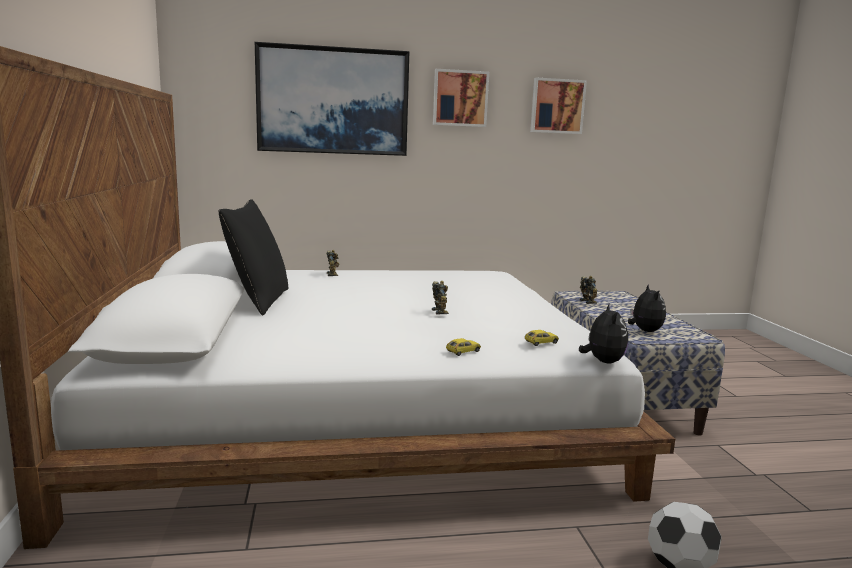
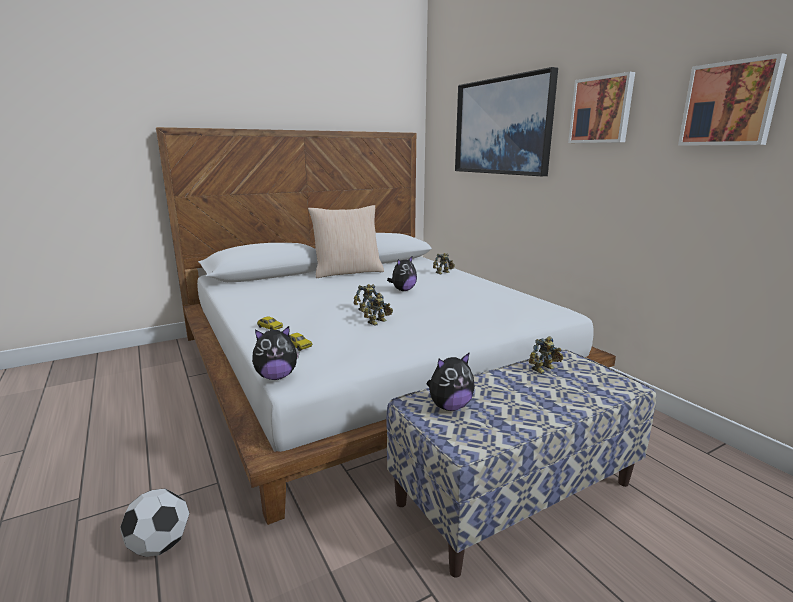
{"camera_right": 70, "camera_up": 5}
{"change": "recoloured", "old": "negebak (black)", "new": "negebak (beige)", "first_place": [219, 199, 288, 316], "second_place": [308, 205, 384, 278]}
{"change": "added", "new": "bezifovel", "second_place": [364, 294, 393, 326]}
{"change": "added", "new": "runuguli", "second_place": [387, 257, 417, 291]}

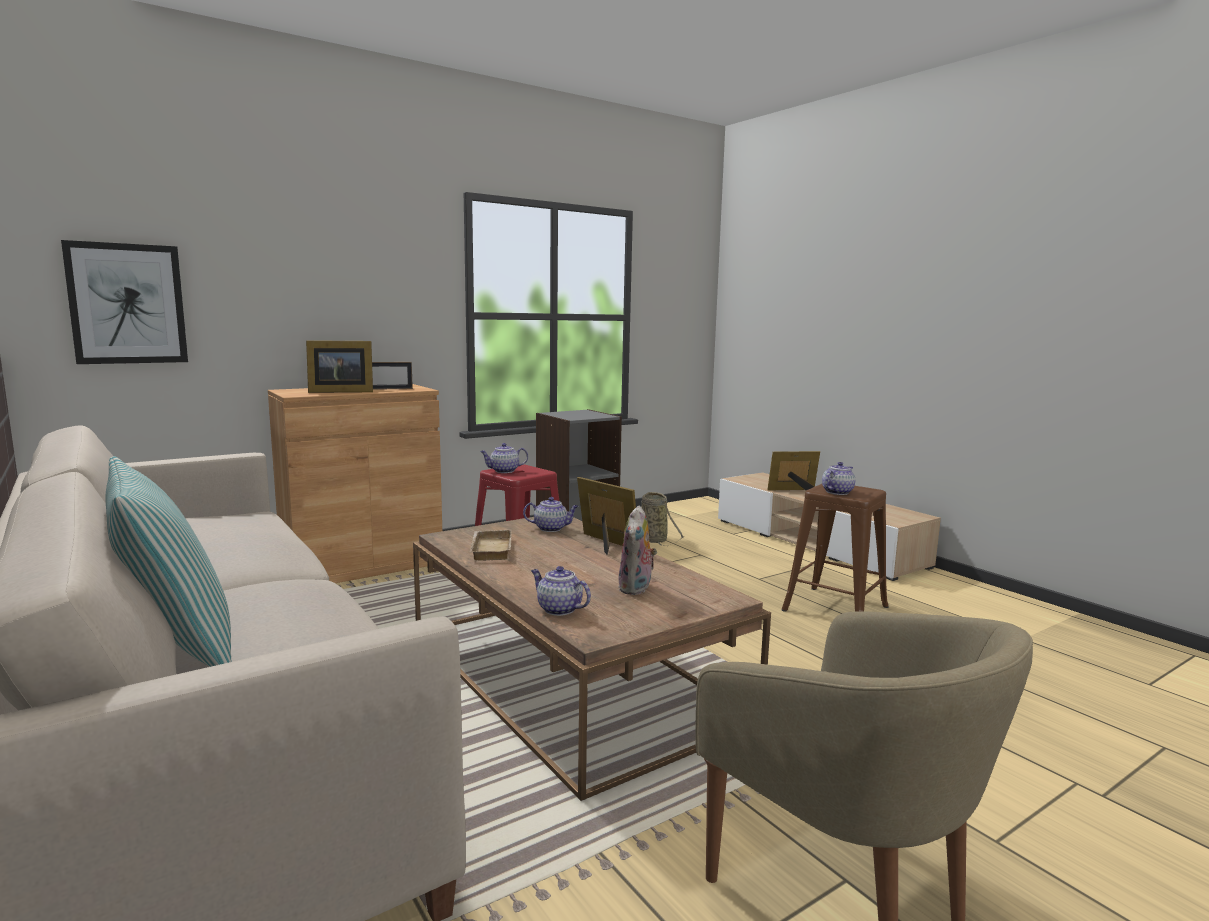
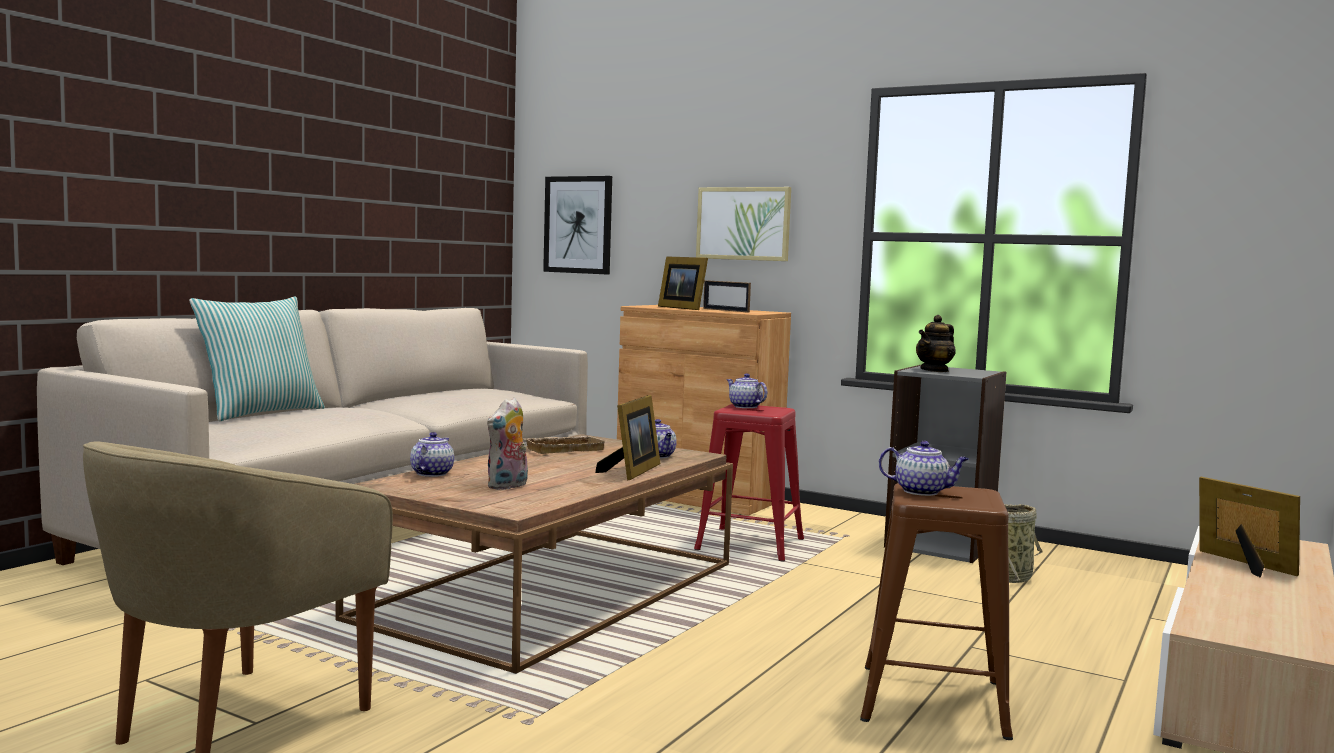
{"camera_right": 65, "camera_up": -5}
{"change": "turned", "old": "runuguli", "first_place": [618, 505, 657, 595], "second_place": [487, 398, 528, 490], "degrees": -45}
{"change": "added", "new": "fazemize", "second_place": [696, 187, 791, 261]}
{"change": "added", "new": "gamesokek", "second_place": [916, 315, 956, 372]}

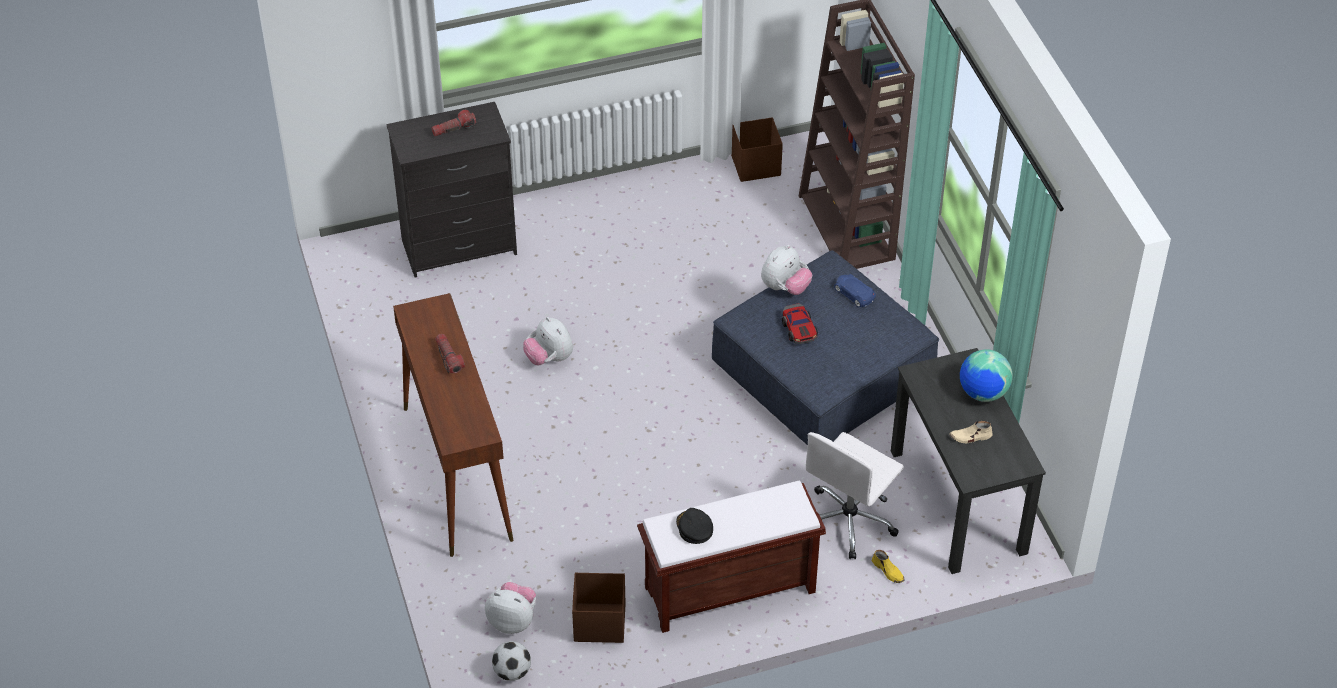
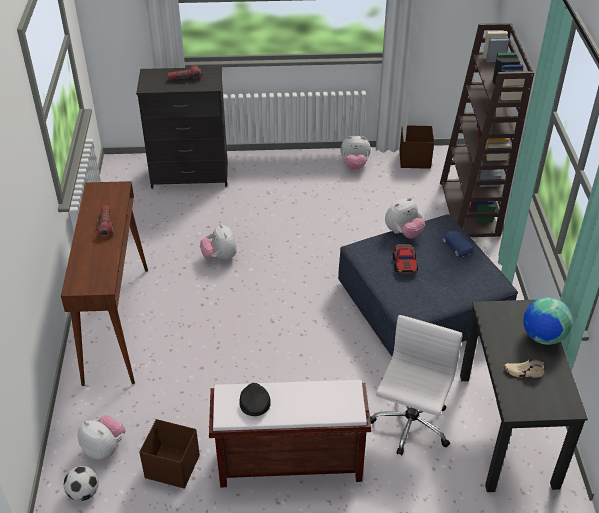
{"camera_right": 15, "camera_up": -5}
{"change": "added", "new": "runuguli", "second_place": [341, 136, 371, 170]}
{"change": "turned", "old": "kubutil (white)", "first_place": [806, 432, 904, 559], "second_place": [370, 315, 463, 456], "degrees": 150}
{"change": "removed", "old": "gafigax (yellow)", "first_place": [872, 550, 905, 583]}

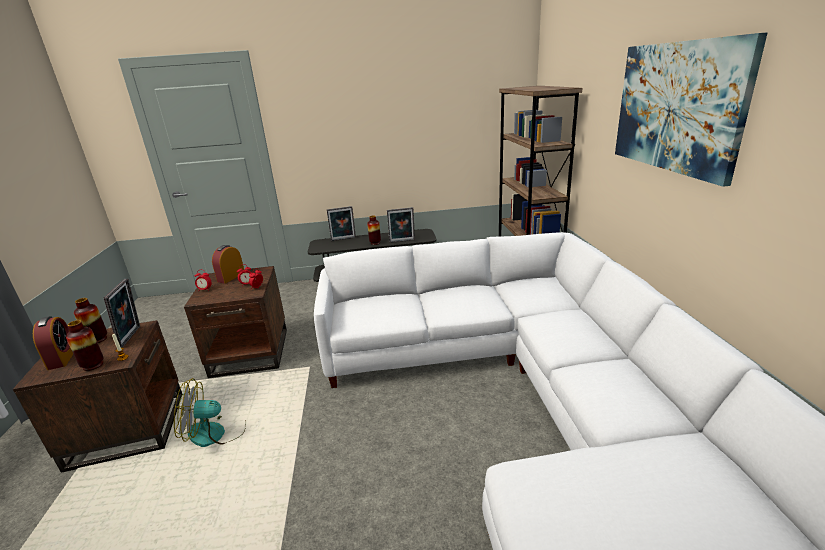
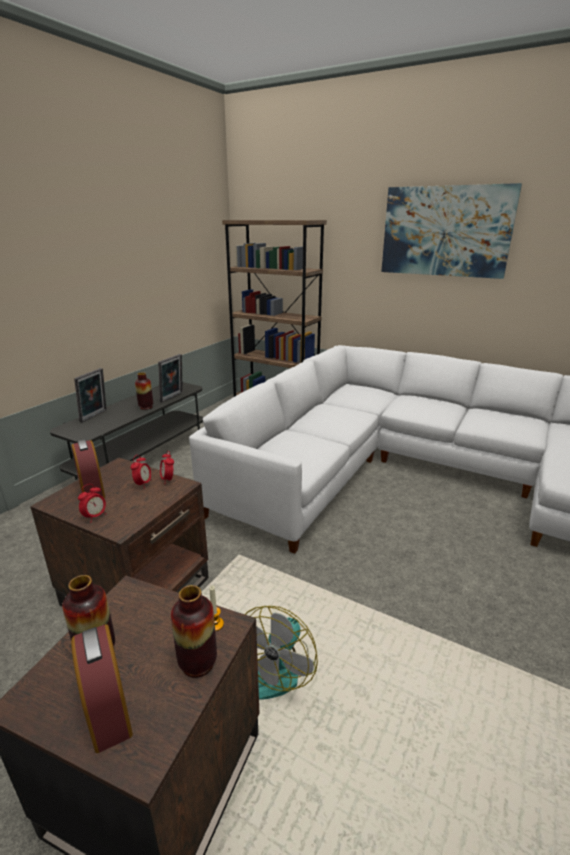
{"camera_right": -55, "camera_up": 0}
{"change": "turned", "old": "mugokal", "first_place": [33, 316, 73, 370], "second_place": [71, 624, 133, 753], "degrees": -135}
{"change": "removed", "old": "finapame", "first_place": [104, 279, 140, 348]}

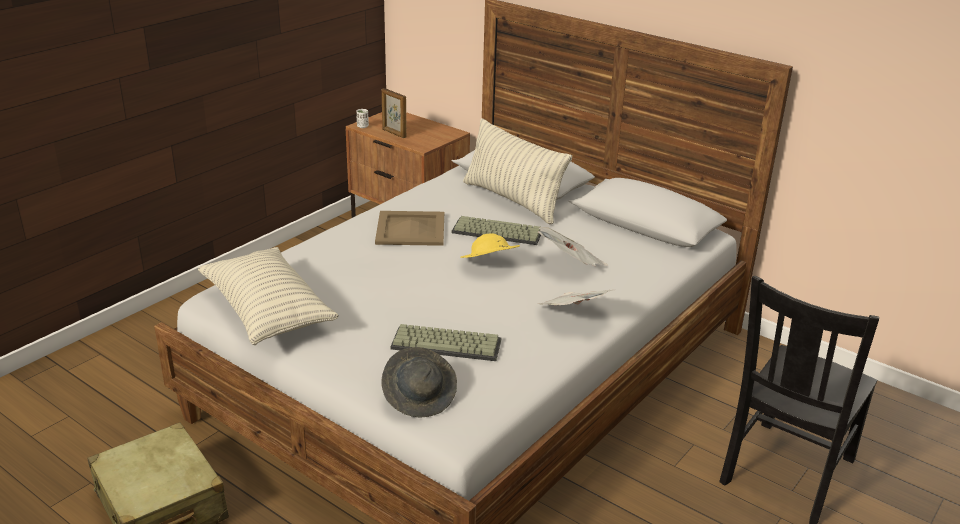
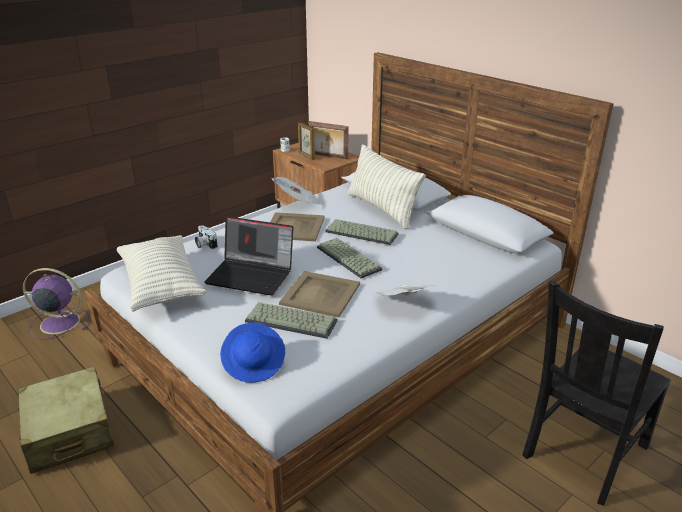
{"camera_right": 10, "camera_up": 0}
{"change": "added", "new": "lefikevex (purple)", "second_place": [23, 268, 89, 340]}
{"change": "added", "new": "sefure", "second_place": [195, 225, 218, 249]}
{"change": "added", "new": "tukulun", "second_place": [204, 216, 293, 296]}
{"change": "recoloured", "old": "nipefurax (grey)", "new": "nipefurax (blue)", "first_place": [382, 347, 457, 418], "second_place": [220, 323, 285, 383]}
{"change": "moved", "old": "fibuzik", "first_place": [538, 227, 608, 266], "second_place": [271, 177, 322, 204]}
{"change": "added", "new": "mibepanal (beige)", "second_place": [279, 271, 360, 317]}
{"change": "added", "new": "finapame", "second_place": [309, 121, 348, 159]}
{"change": "replaced", "old": "nipefurax (yellow)", "new": "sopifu", "first_place": [460, 233, 520, 258], "second_place": [317, 238, 382, 278]}

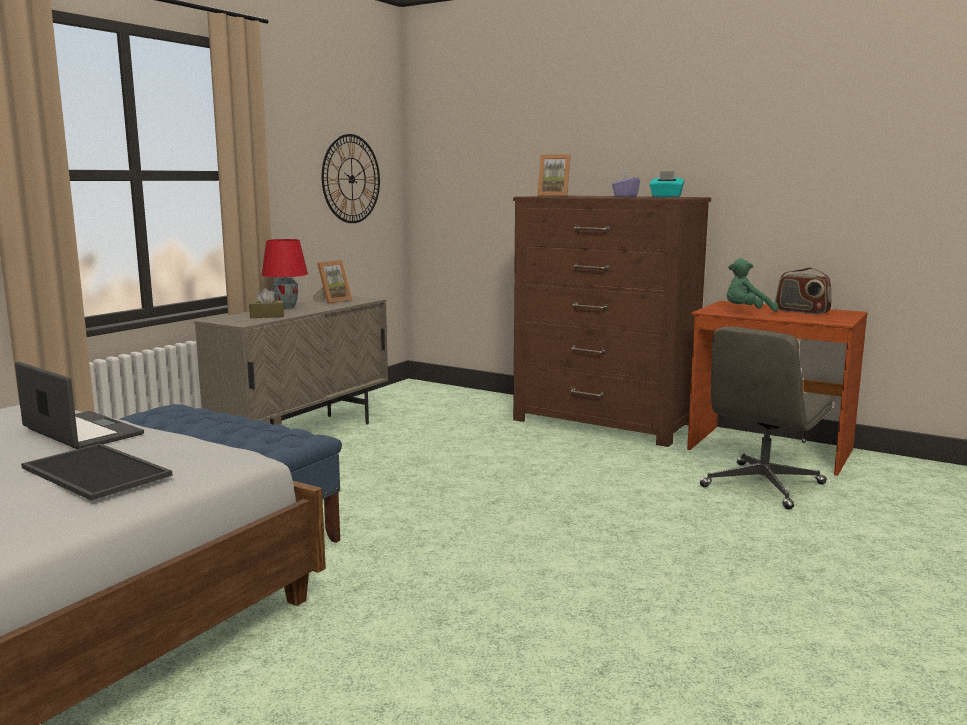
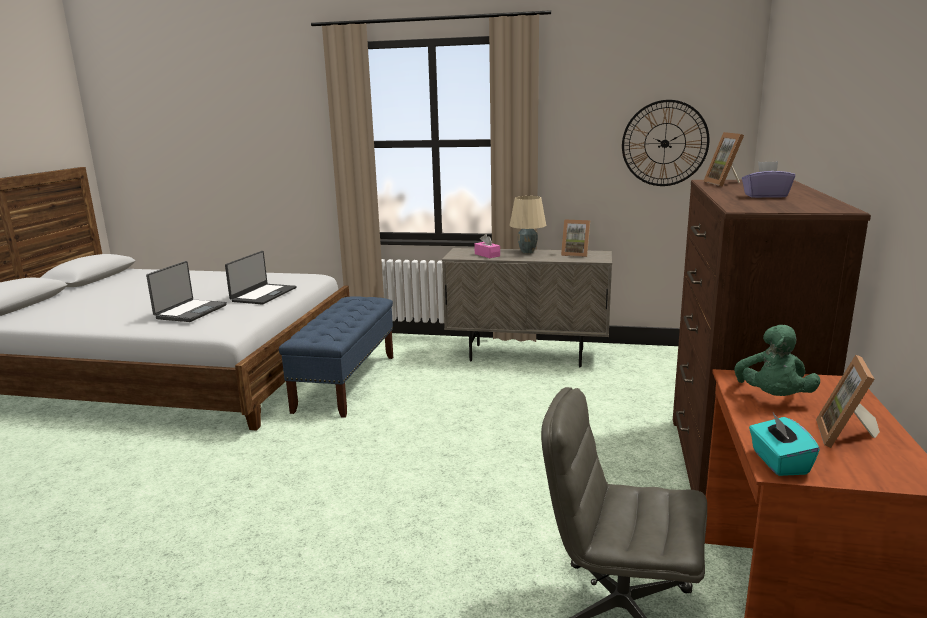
{"camera_right": 70, "camera_up": 5}
{"change": "replaced", "old": "mibepanal", "new": "tukulun", "first_place": [21, 444, 173, 501], "second_place": [146, 261, 227, 322]}
{"change": "recoloured", "old": "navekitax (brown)", "new": "navekitax (pink)", "first_place": [249, 288, 284, 318], "second_place": [474, 234, 500, 258]}
{"change": "recoloured", "old": "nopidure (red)", "new": "nopidure (beige)", "first_place": [262, 239, 308, 309], "second_place": [509, 196, 546, 253]}
{"change": "turned", "old": "runuguli (green)", "first_place": [727, 258, 778, 312], "second_place": [734, 325, 820, 396], "degrees": -135}
{"change": "moved", "old": "navekitax (turquoise)", "first_place": [650, 171, 684, 197], "second_place": [749, 413, 820, 476]}
{"change": "replaced", "old": "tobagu", "new": "finapame", "first_place": [775, 268, 832, 314], "second_place": [816, 355, 880, 448]}

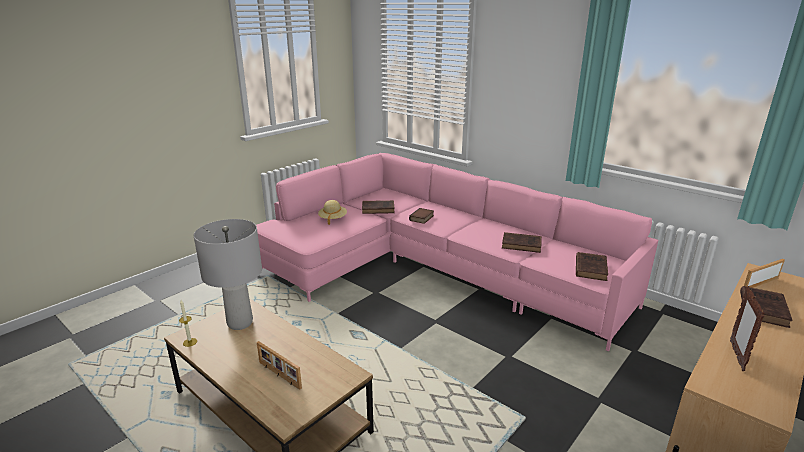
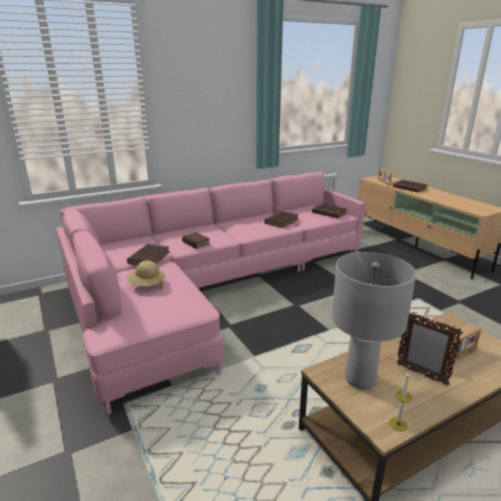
{"camera_right": -70, "camera_up": 0}
{"change": "moved", "old": "finapame", "first_place": [730, 286, 765, 371], "second_place": [397, 313, 463, 385]}

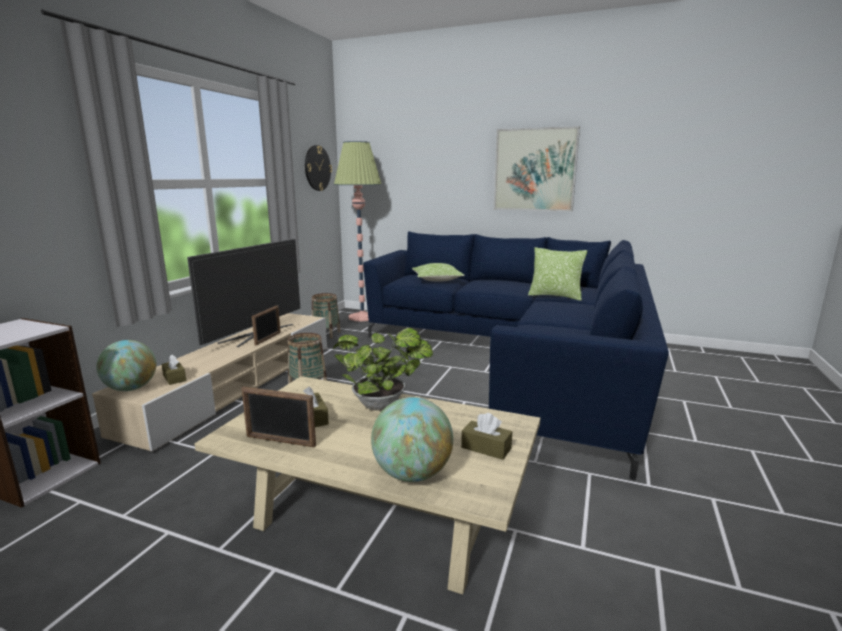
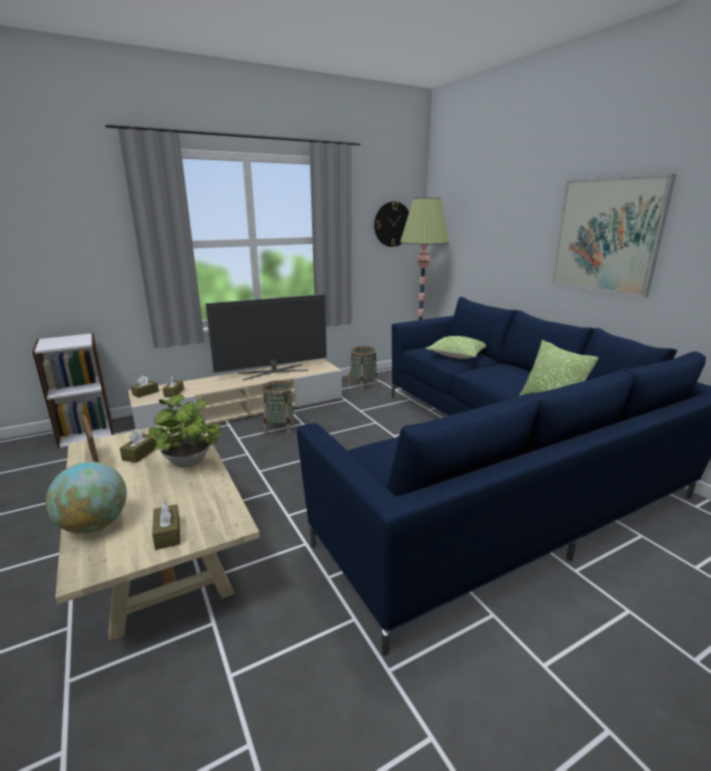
{"camera_right": 40, "camera_up": 5}
{"change": "replaced", "old": "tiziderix", "new": "navekitax (brown)", "first_place": [97, 340, 156, 391], "second_place": [131, 376, 159, 398]}
{"change": "removed", "old": "finapame", "first_place": [252, 305, 281, 346]}

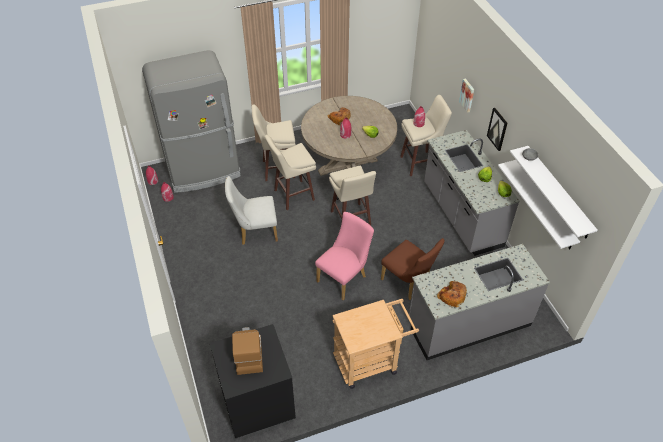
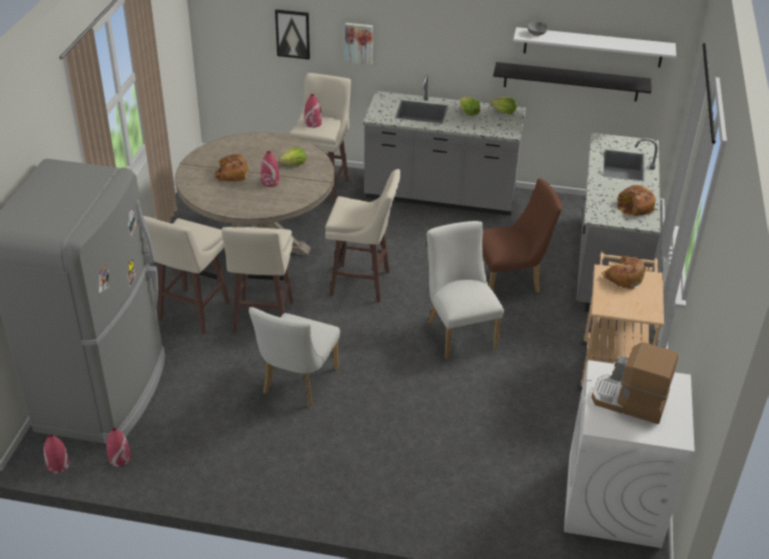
{"camera_right": -60, "camera_up": -10}
{"change": "moved", "old": "fazemize", "first_place": [487, 108, 507, 151], "second_place": [275, 9, 310, 59]}
{"change": "recoloured", "old": "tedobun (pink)", "new": "tedobun (white)", "first_place": [315, 212, 374, 300], "second_place": [427, 221, 504, 359]}
{"change": "recoloured", "old": "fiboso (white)", "new": "fiboso (black)", "first_place": [498, 160, 580, 250], "second_place": [493, 62, 651, 101]}
{"change": "recoloured", "old": "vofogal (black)", "new": "vofogal (white)", "first_place": [210, 324, 296, 438], "second_place": [564, 360, 695, 548]}
{"change": "added", "new": "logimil", "second_place": [602, 256, 645, 289]}

